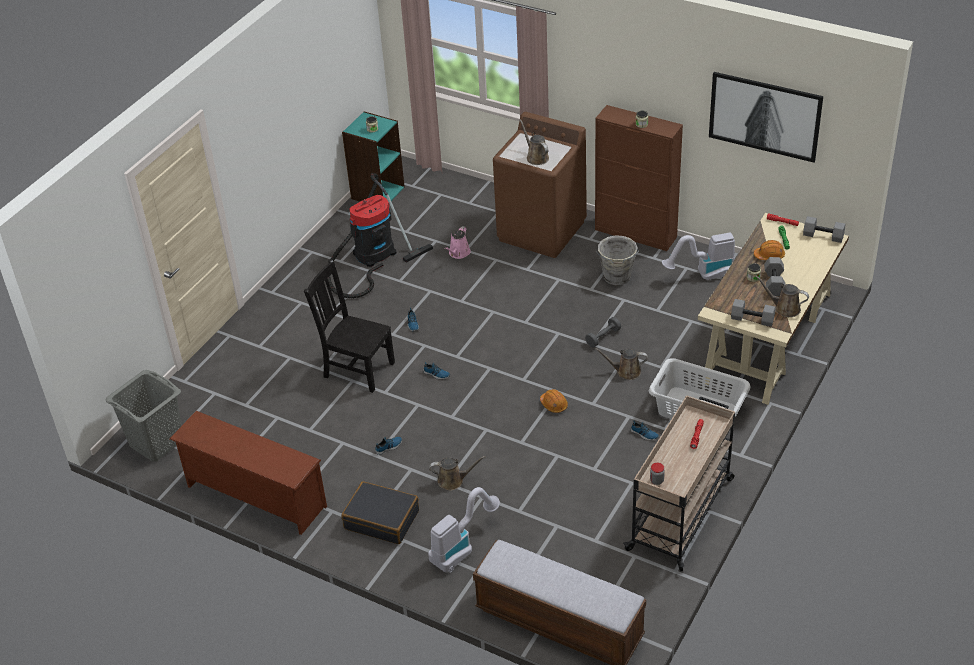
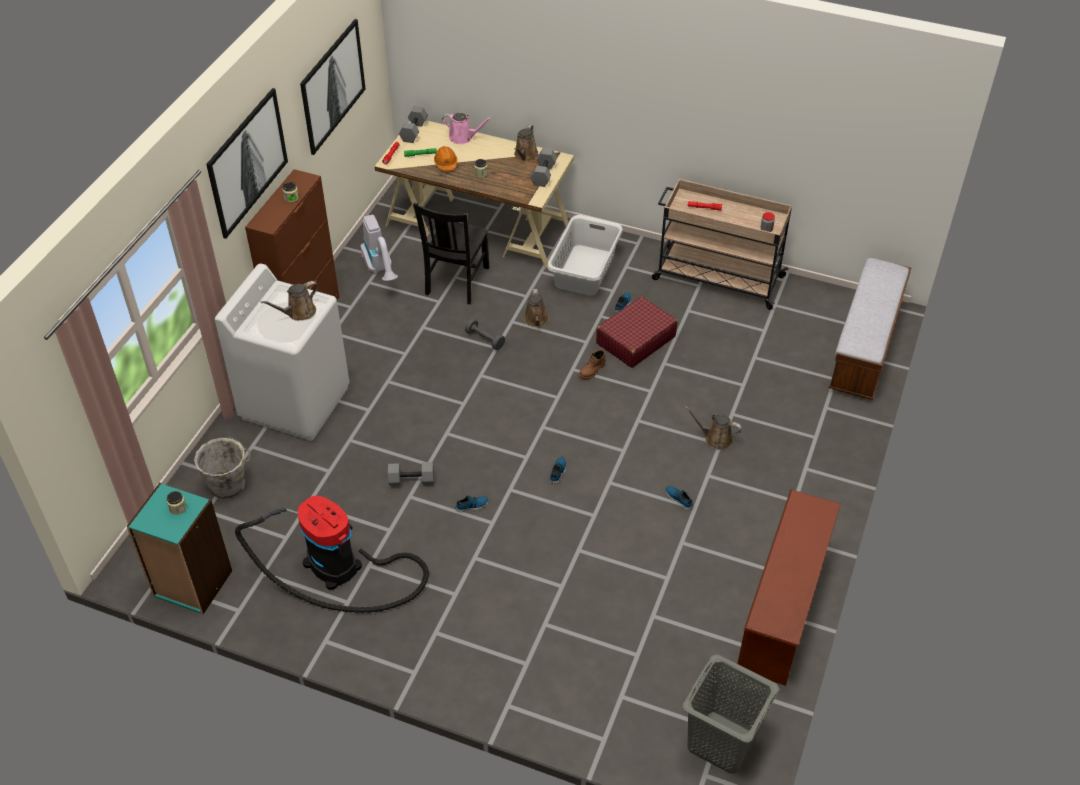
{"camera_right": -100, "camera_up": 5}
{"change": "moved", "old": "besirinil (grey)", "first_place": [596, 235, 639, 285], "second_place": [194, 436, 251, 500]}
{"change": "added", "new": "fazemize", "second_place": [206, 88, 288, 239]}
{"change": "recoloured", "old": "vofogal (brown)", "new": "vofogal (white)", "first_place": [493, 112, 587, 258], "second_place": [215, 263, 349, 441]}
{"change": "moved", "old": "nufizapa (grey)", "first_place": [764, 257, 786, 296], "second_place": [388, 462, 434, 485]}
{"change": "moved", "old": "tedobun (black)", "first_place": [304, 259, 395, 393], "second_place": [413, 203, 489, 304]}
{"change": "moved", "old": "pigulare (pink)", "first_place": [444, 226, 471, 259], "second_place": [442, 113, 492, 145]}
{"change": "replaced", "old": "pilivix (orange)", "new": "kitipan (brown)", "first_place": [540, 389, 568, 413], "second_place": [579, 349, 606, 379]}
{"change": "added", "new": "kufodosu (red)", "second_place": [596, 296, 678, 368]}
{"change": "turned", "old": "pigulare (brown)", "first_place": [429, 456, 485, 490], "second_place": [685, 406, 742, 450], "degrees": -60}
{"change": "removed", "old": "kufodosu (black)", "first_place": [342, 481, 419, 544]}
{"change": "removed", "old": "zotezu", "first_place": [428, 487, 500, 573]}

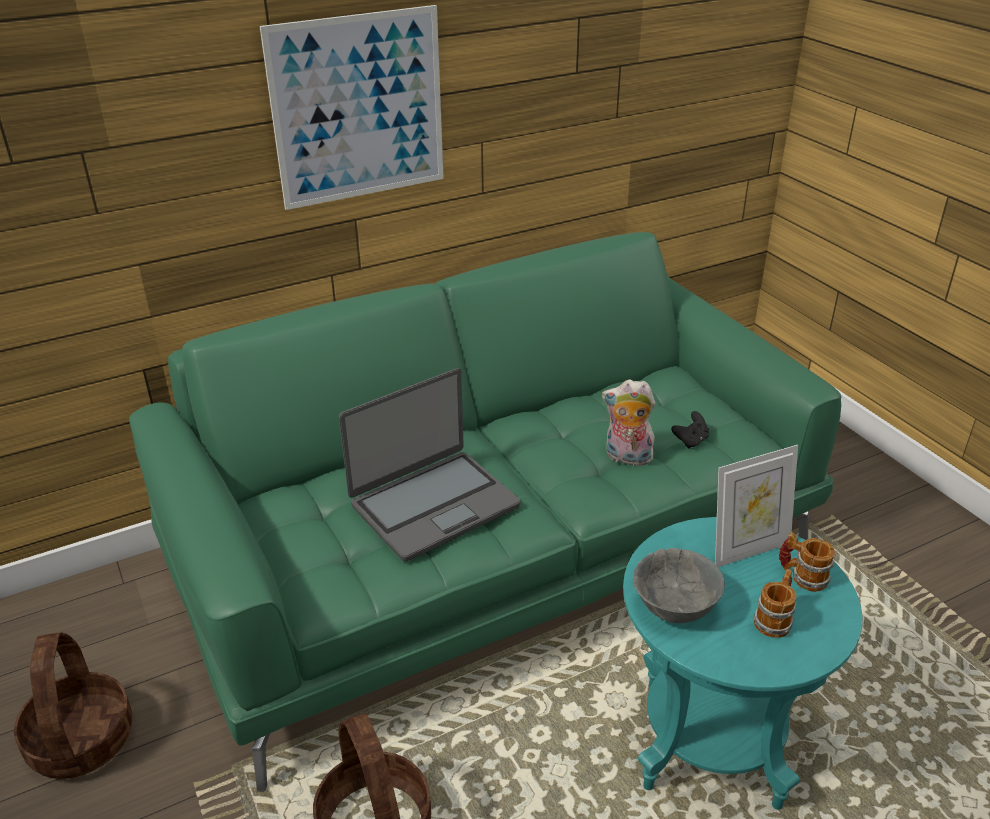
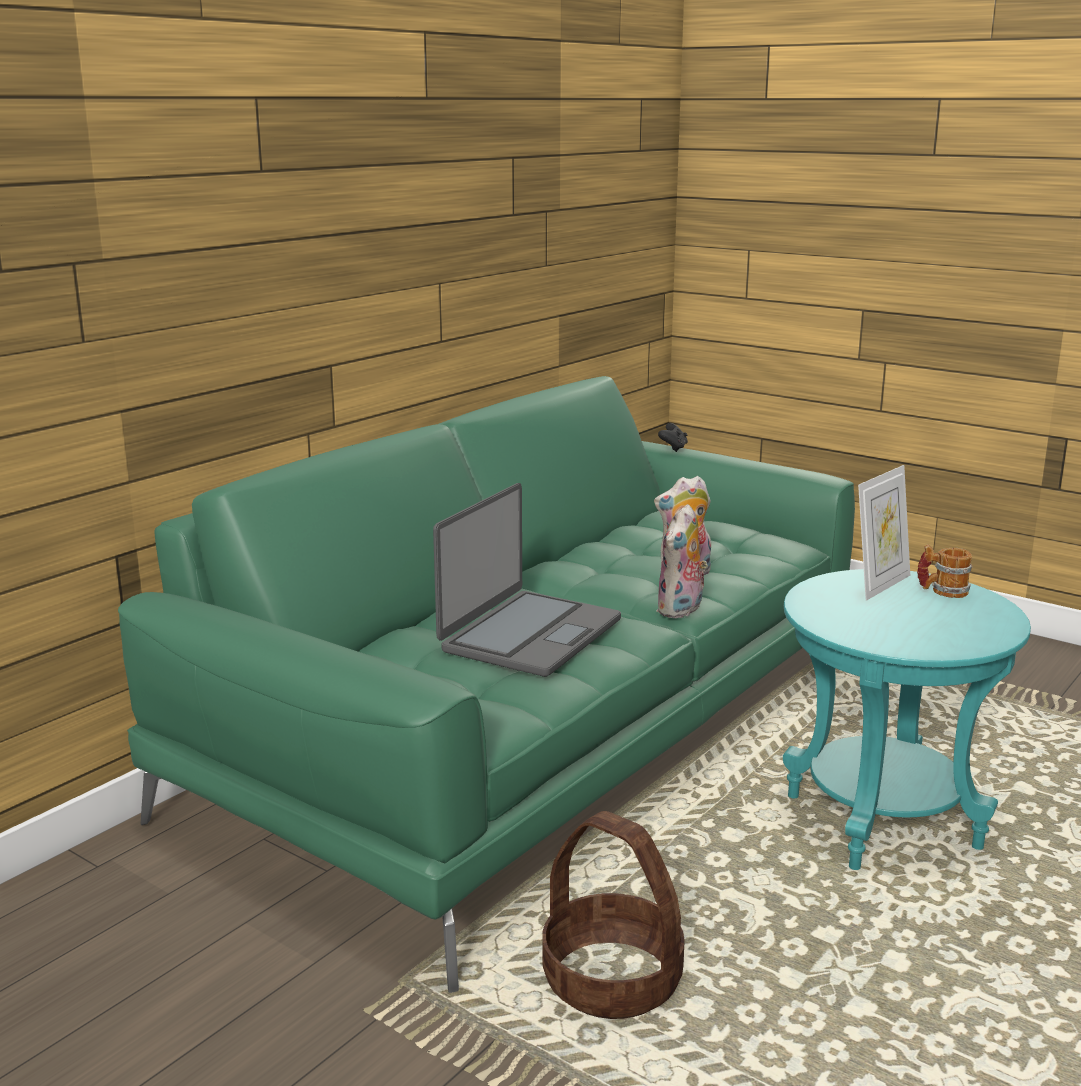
{"camera_right": -25, "camera_up": -15}
{"change": "added", "new": "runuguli", "second_place": [656, 504, 708, 618]}
{"change": "moved", "old": "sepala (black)", "first_place": [671, 411, 709, 449], "second_place": [658, 423, 688, 452]}
{"change": "removed", "old": "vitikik", "first_place": [14, 632, 132, 779]}
{"change": "removed", "old": "fazemize", "first_place": [260, 5, 444, 210]}
{"change": "removed", "old": "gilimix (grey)", "first_place": [633, 548, 725, 623]}
{"change": "removed", "old": "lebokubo", "first_place": [753, 569, 797, 638]}

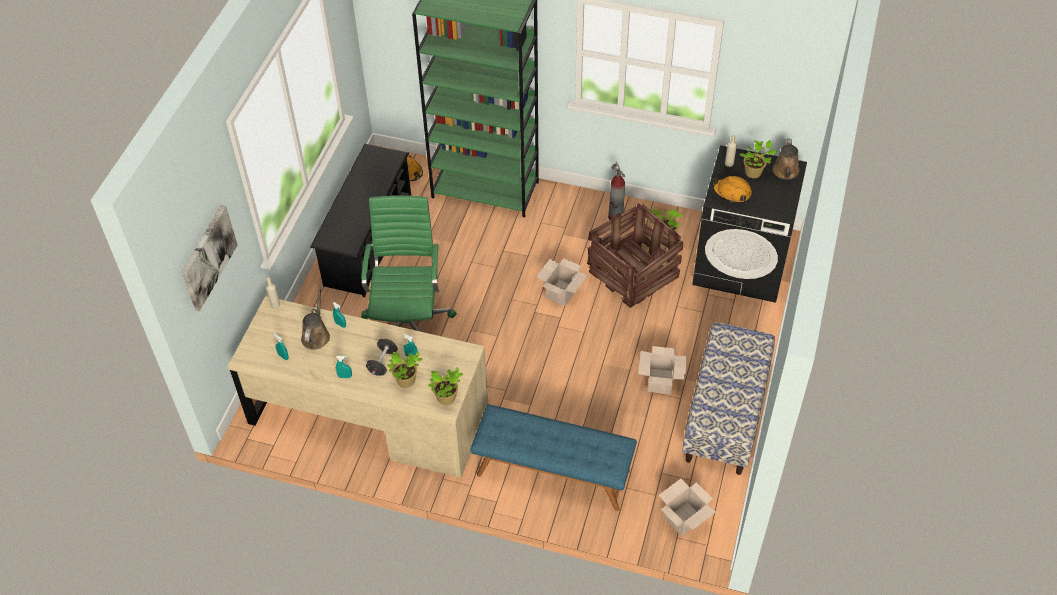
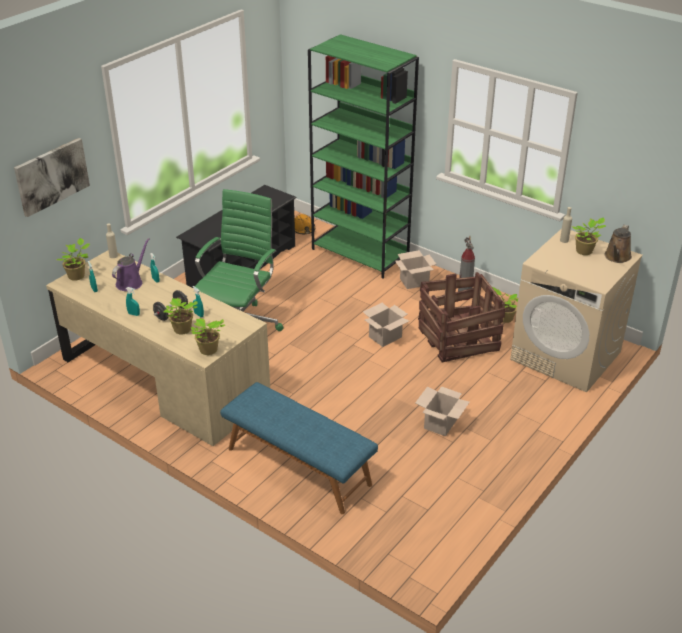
{"camera_right": 20, "camera_up": -15}
{"change": "added", "new": "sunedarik", "second_place": [57, 238, 90, 281]}
{"change": "recoloured", "old": "pigulare (brown)", "new": "pigulare (purple)", "first_place": [301, 284, 330, 350], "second_place": [112, 238, 149, 291]}
{"change": "moved", "old": "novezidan", "first_place": [658, 478, 716, 536], "second_place": [395, 250, 436, 289]}
{"change": "recoloured", "old": "vofogal (black)", "new": "vofogal (beige)", "first_place": [692, 145, 807, 303], "second_place": [510, 229, 643, 392]}
{"change": "removed", "old": "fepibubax", "first_place": [682, 322, 775, 475]}
{"change": "removed", "old": "pilivix (orange)", "first_place": [712, 176, 752, 203]}

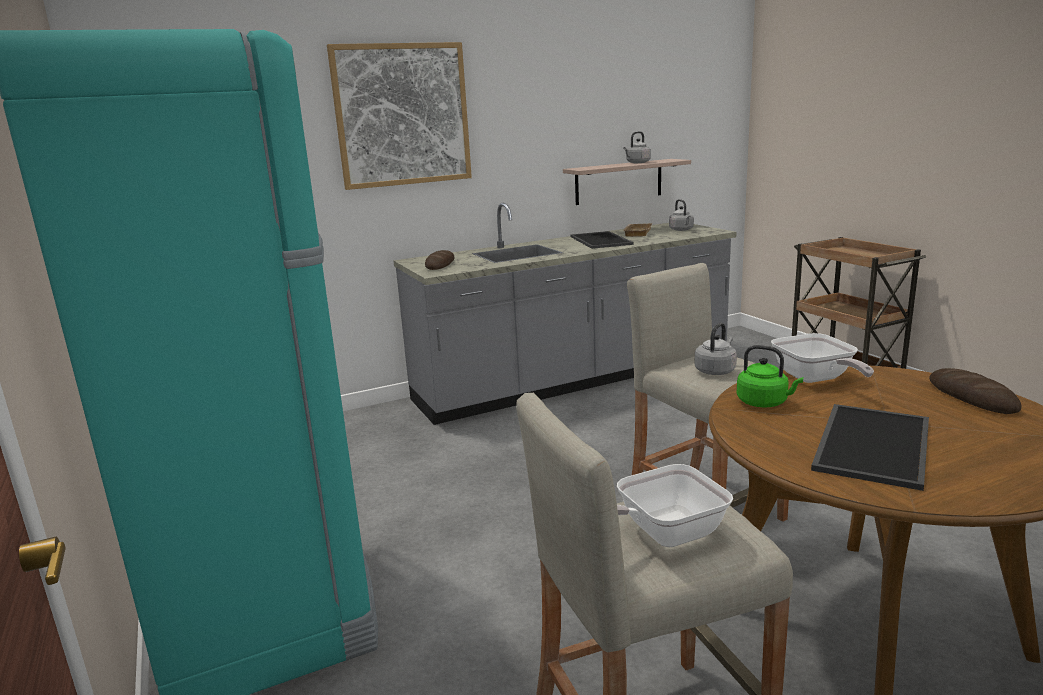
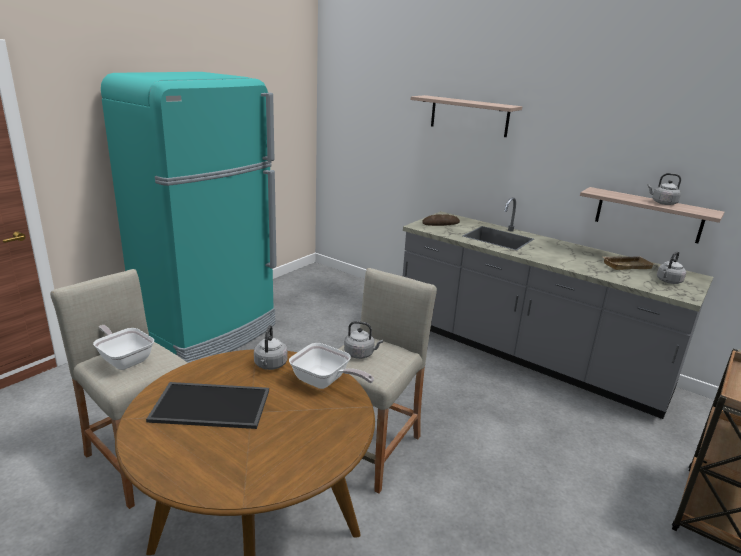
{"camera_right": 60, "camera_up": 5}
{"change": "recoloured", "old": "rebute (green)", "new": "rebute (grey)", "first_place": [737, 345, 803, 407], "second_place": [254, 325, 287, 370]}
{"change": "turned", "old": "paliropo", "first_place": [771, 333, 874, 383], "second_place": [289, 343, 374, 389], "degrees": -105}
{"change": "replaced", "old": "fazemize", "new": "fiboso", "first_place": [327, 42, 472, 190], "second_place": [411, 95, 522, 137]}
{"change": "removed", "old": "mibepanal", "first_place": [571, 231, 633, 249]}
{"change": "removed", "old": "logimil", "first_place": [929, 368, 1022, 414]}

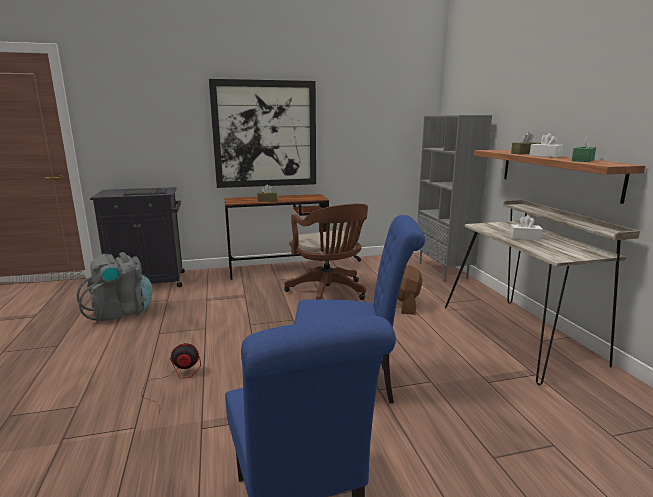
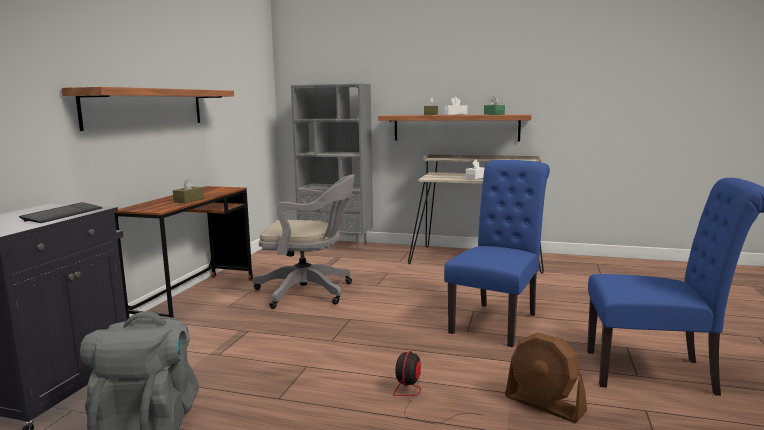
{"camera_right": -60, "camera_up": -5}
{"change": "replaced", "old": "fazemize", "new": "fiboso", "first_place": [209, 79, 316, 188], "second_place": [62, 87, 234, 131]}
{"change": "recoloured", "old": "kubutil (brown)", "new": "kubutil (grey)", "first_place": [284, 204, 368, 300], "second_place": [252, 174, 355, 309]}
{"change": "moved", "old": "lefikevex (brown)", "first_place": [398, 265, 422, 315], "second_place": [505, 332, 587, 423]}

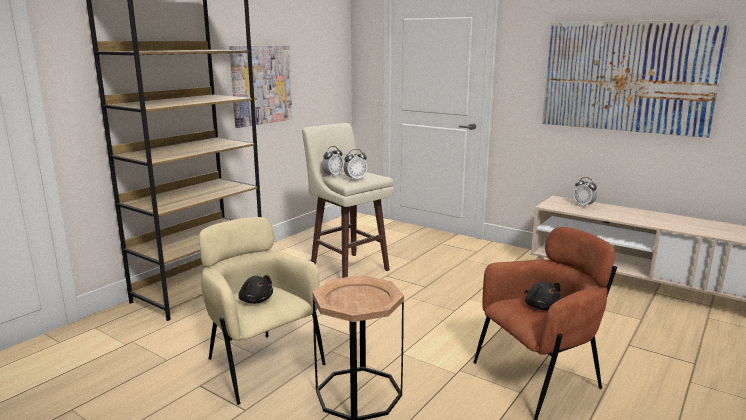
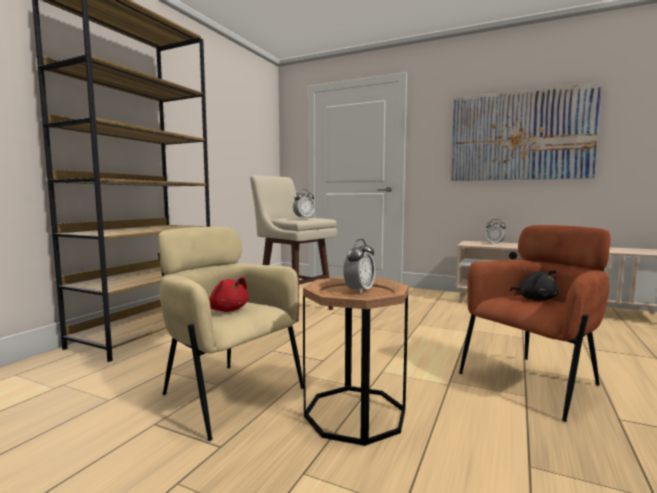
{"camera_right": -10, "camera_up": -10}
{"change": "recoloured", "old": "runuguli (black)", "new": "runuguli (red)", "first_place": [239, 275, 273, 304], "second_place": [209, 277, 249, 312]}
{"change": "moved", "old": "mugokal", "first_place": [322, 146, 344, 177], "second_place": [344, 239, 375, 294]}
{"change": "removed", "old": "fazemize", "first_place": [229, 45, 293, 128]}

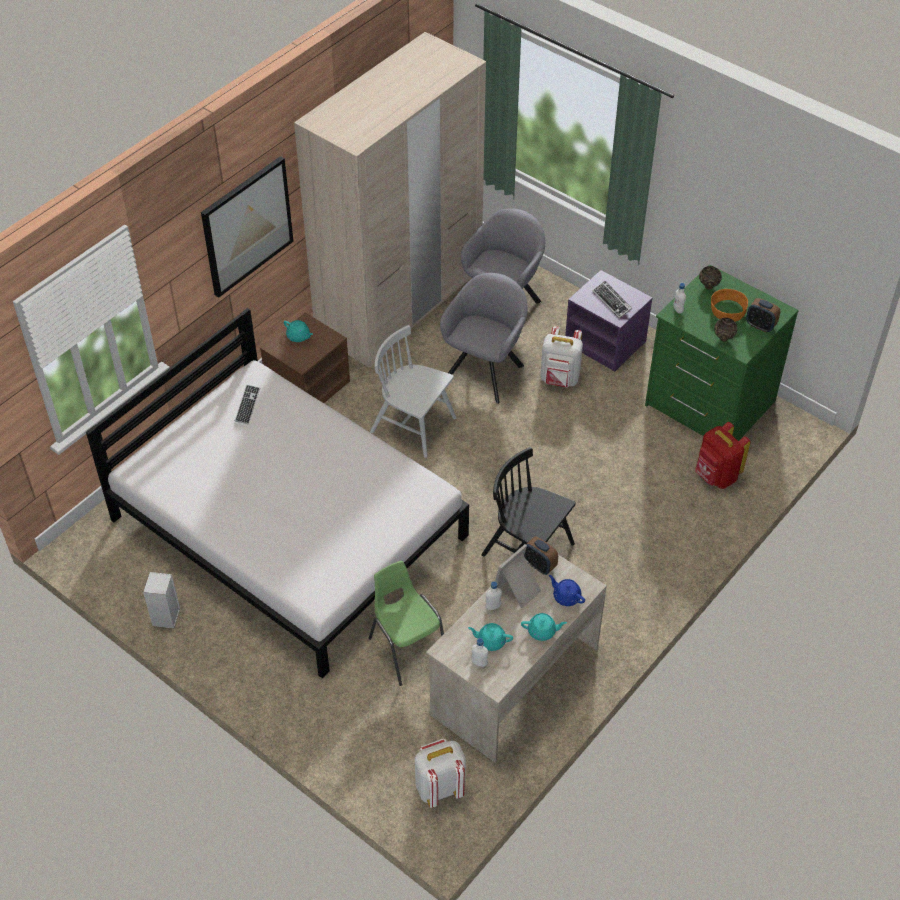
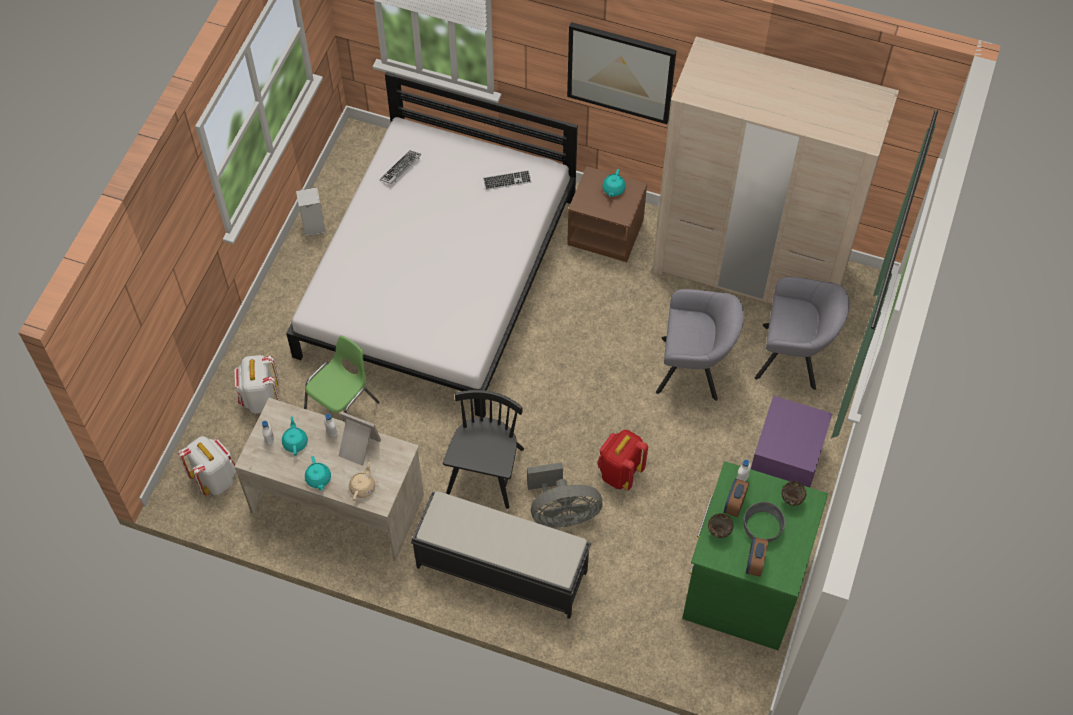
{"camera_right": 70, "camera_up": 10}
{"change": "moved", "old": "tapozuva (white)", "first_place": [540, 326, 583, 387], "second_place": [234, 355, 280, 414]}
{"change": "recoloured", "old": "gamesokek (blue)", "new": "gamesokek (beige)", "first_place": [549, 575, 585, 606], "second_place": [349, 462, 375, 501]}
{"change": "moved", "old": "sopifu", "first_place": [593, 281, 632, 319], "second_place": [380, 150, 421, 184]}
{"change": "added", "new": "fepibubax (black)", "second_place": [411, 491, 591, 619]}
{"change": "added", "new": "lefikevex (grey)", "second_place": [527, 462, 602, 527]}
{"change": "moved", "old": "tapozuva (red)", "first_place": [695, 422, 750, 489], "second_place": [597, 430, 648, 490]}
{"change": "moved", "old": "mugokal", "first_place": [524, 536, 558, 575], "second_place": [724, 478, 749, 518]}
{"change": "recoloured", "old": "gilimix (orange)", "new": "gilimix (grey)", "first_place": [711, 289, 748, 322], "second_place": [744, 502, 785, 543]}
{"change": "removed", "old": "tedobun (white)", "first_place": [370, 325, 456, 458]}

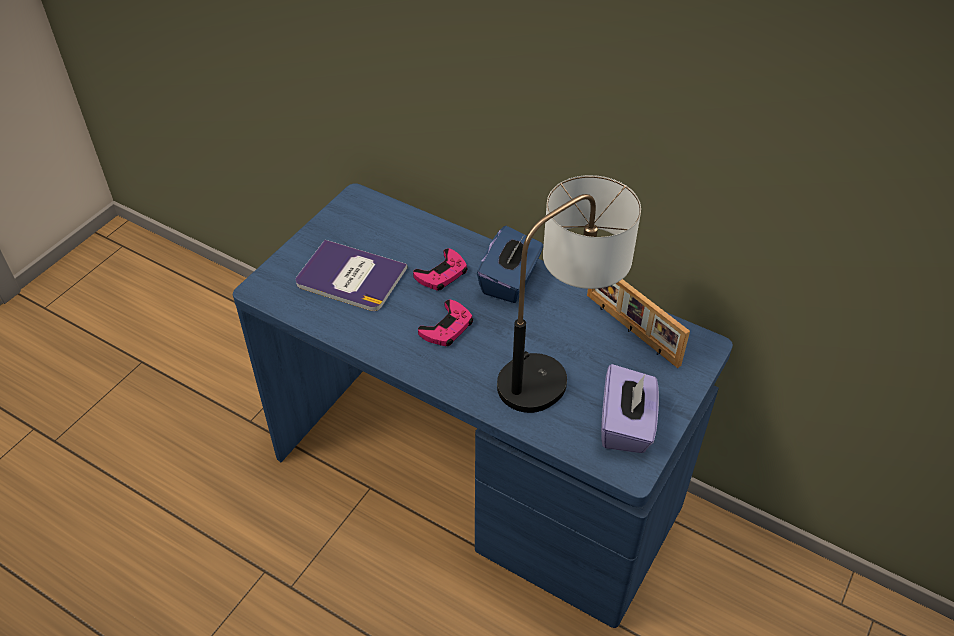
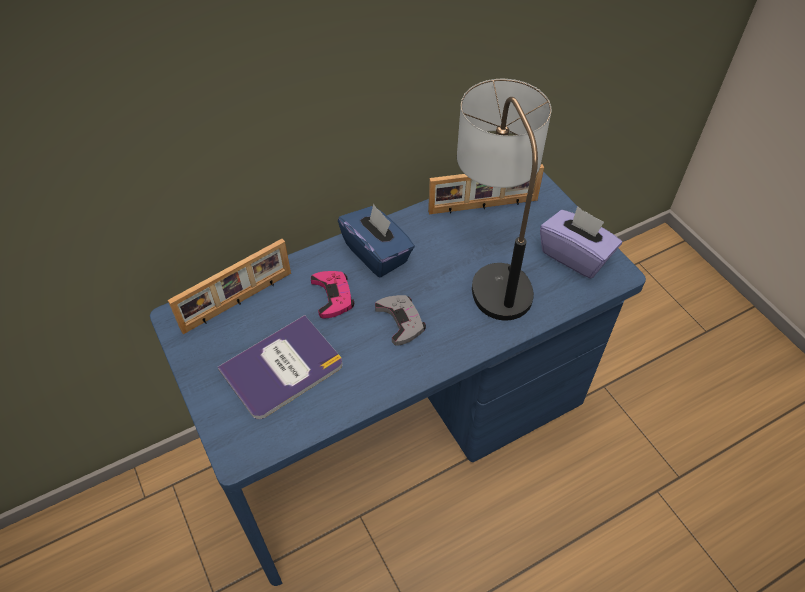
{"camera_right": -60, "camera_up": 5}
{"change": "added", "new": "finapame", "second_place": [168, 239, 291, 334]}
{"change": "recoloured", "old": "sepala (pink)", "new": "sepala (grey)", "first_place": [418, 299, 473, 346], "second_place": [375, 295, 426, 346]}

